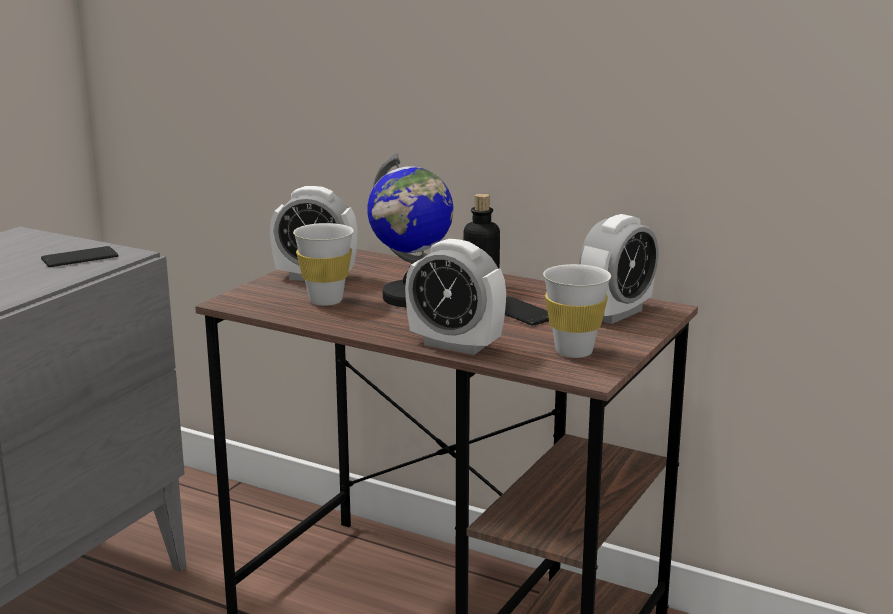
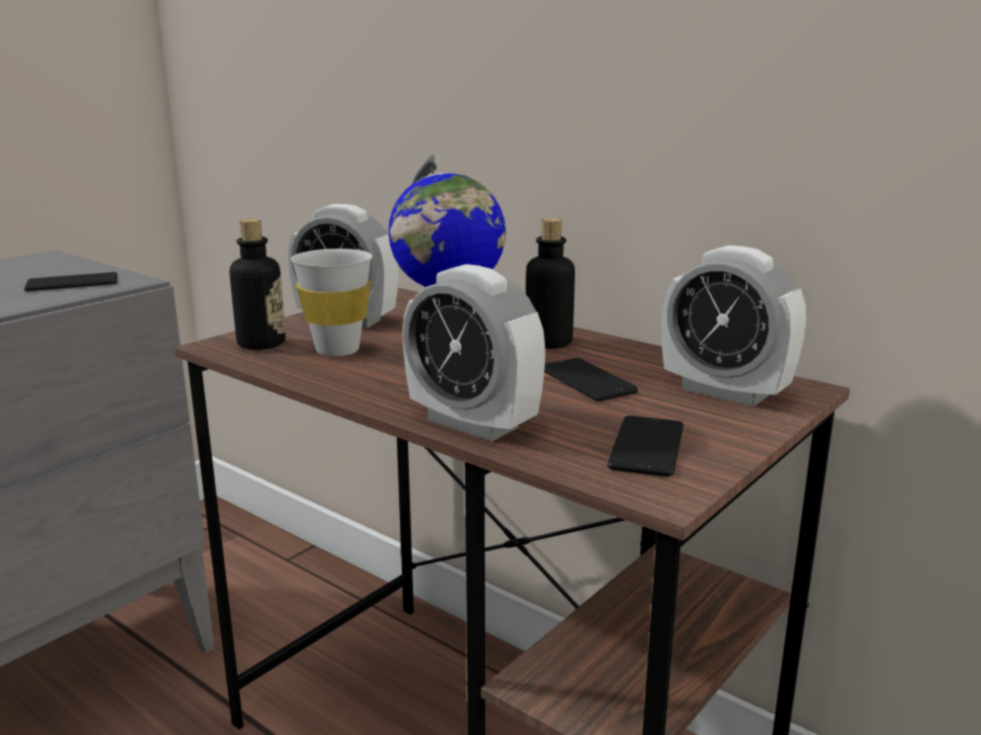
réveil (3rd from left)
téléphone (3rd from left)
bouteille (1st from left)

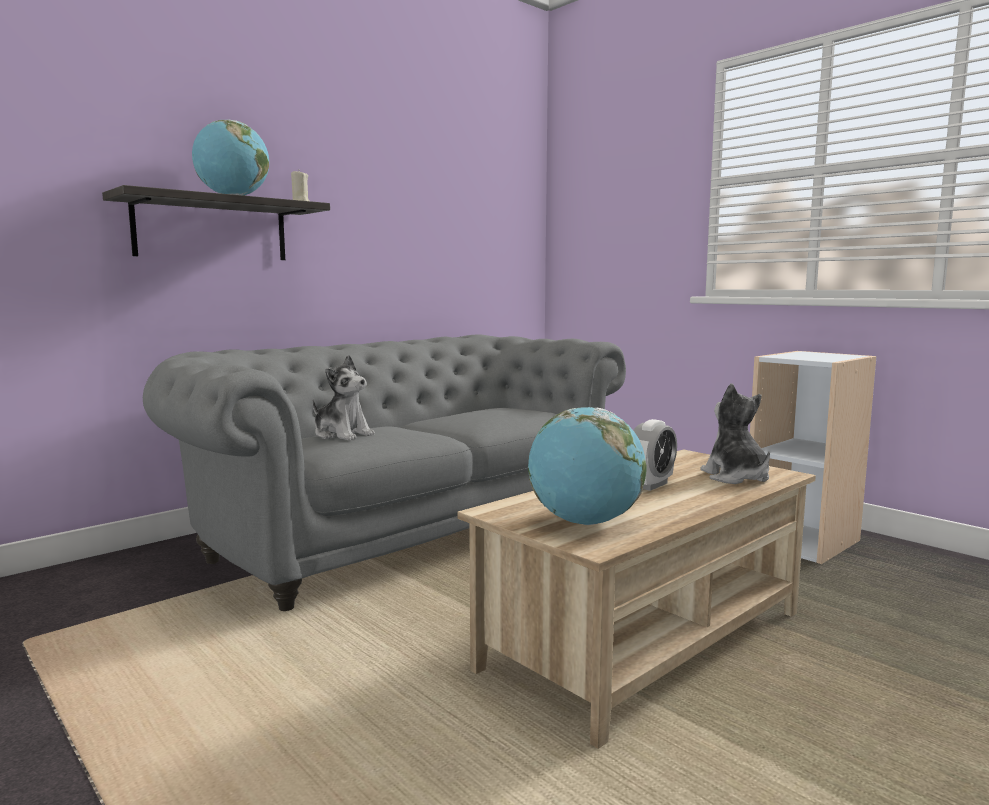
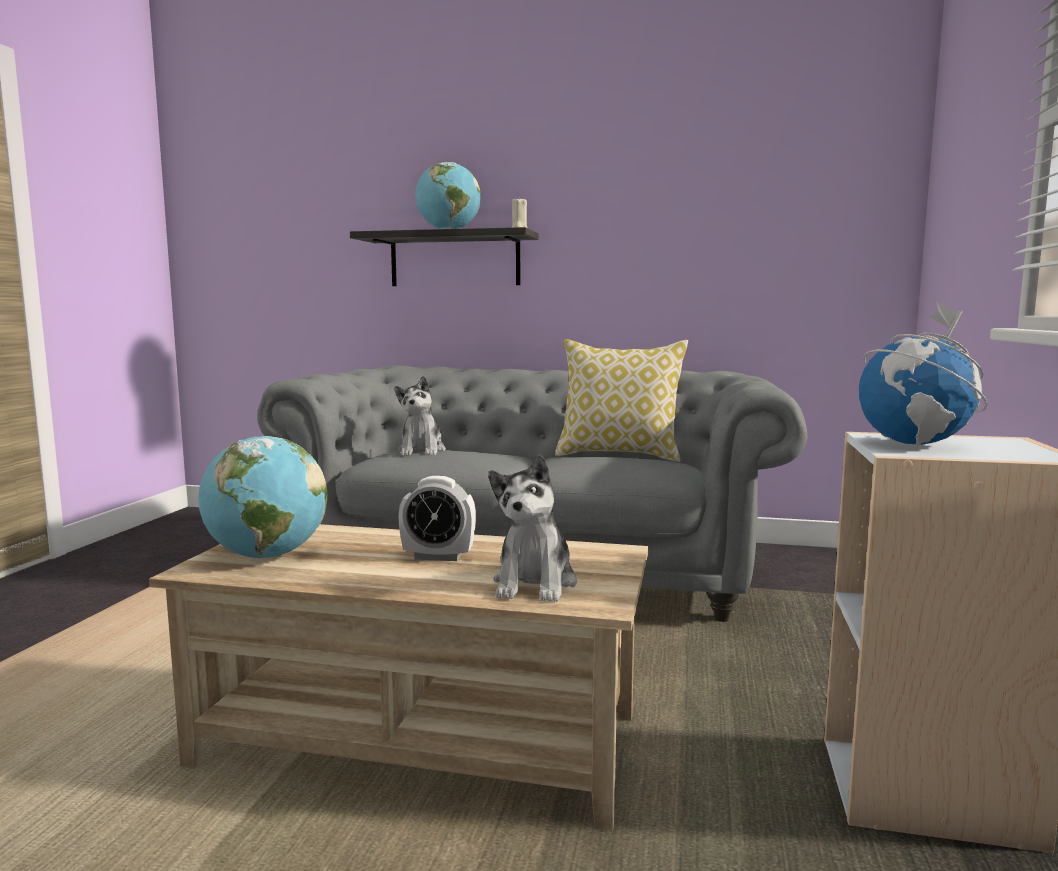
peluche (2nd from left)
globe (3rd from left)
coussin

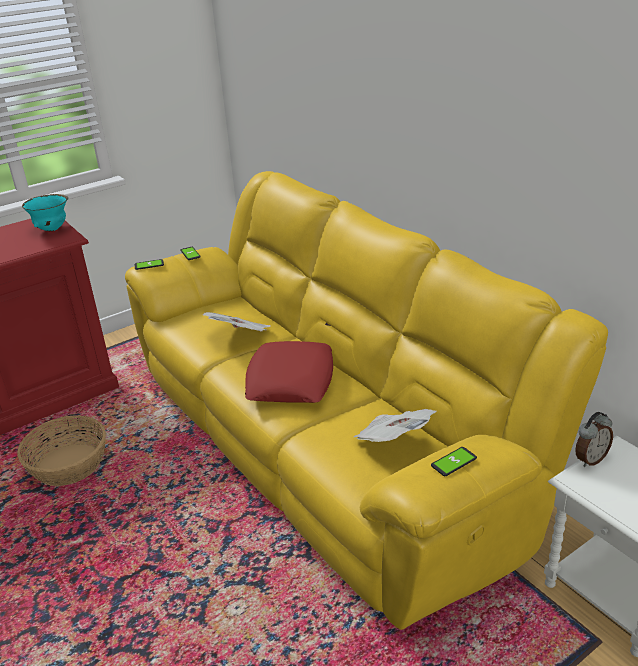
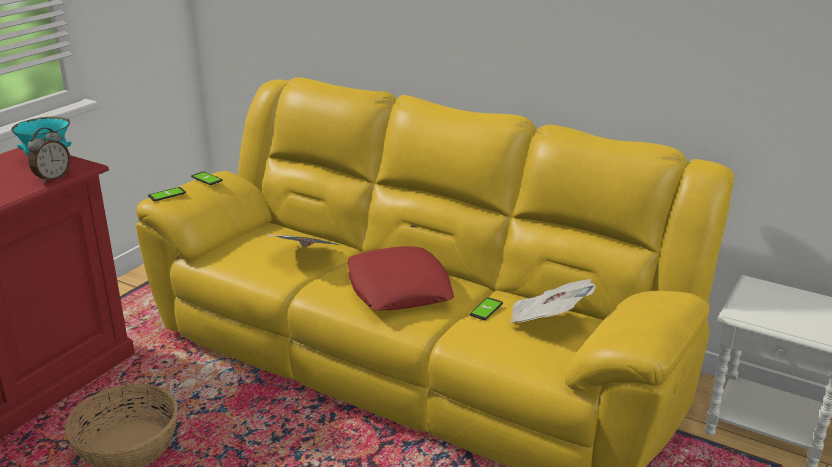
réveil
téléphone (3rd from left)

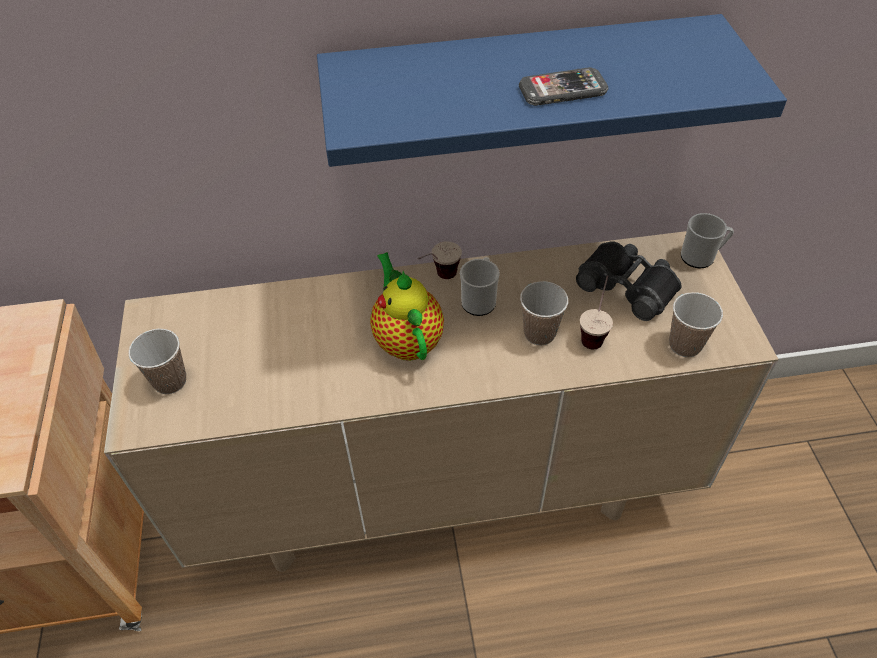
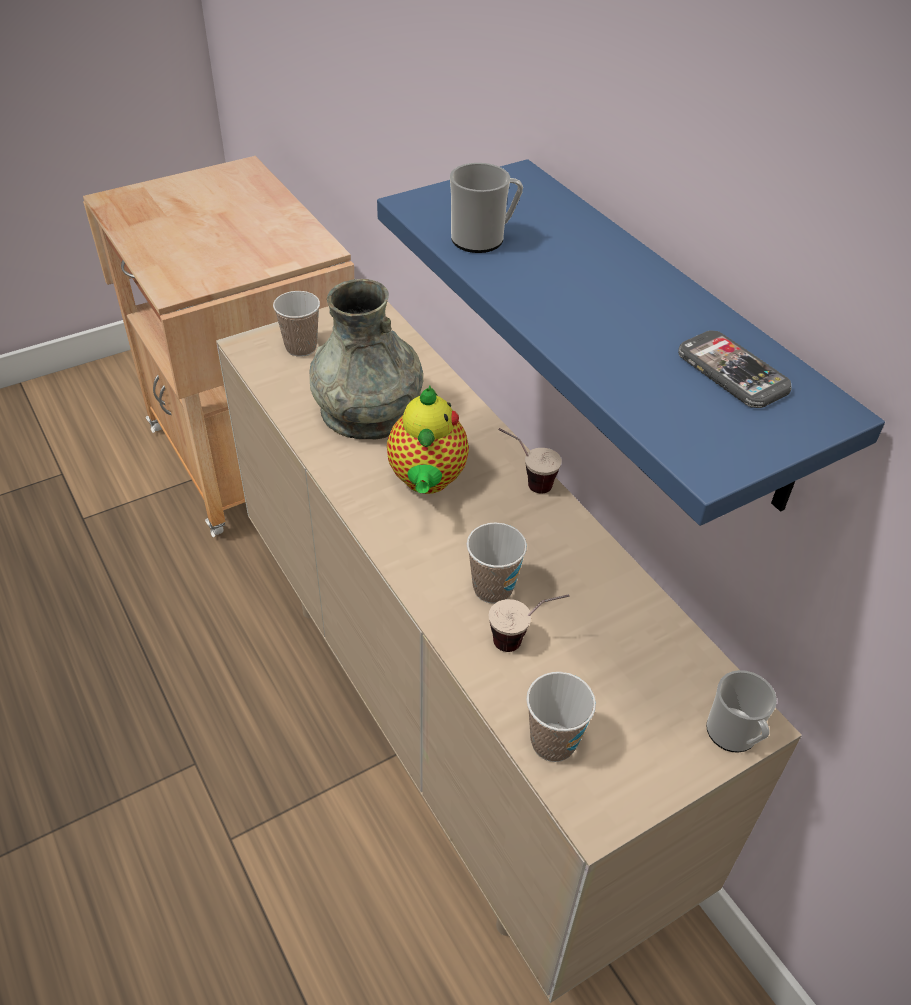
téléphone
jumelles [noir]
théière
mug (1st from left)
vase [gris]

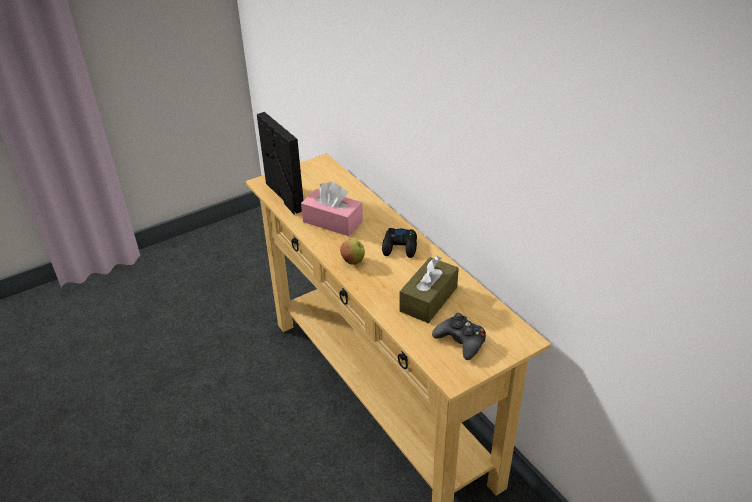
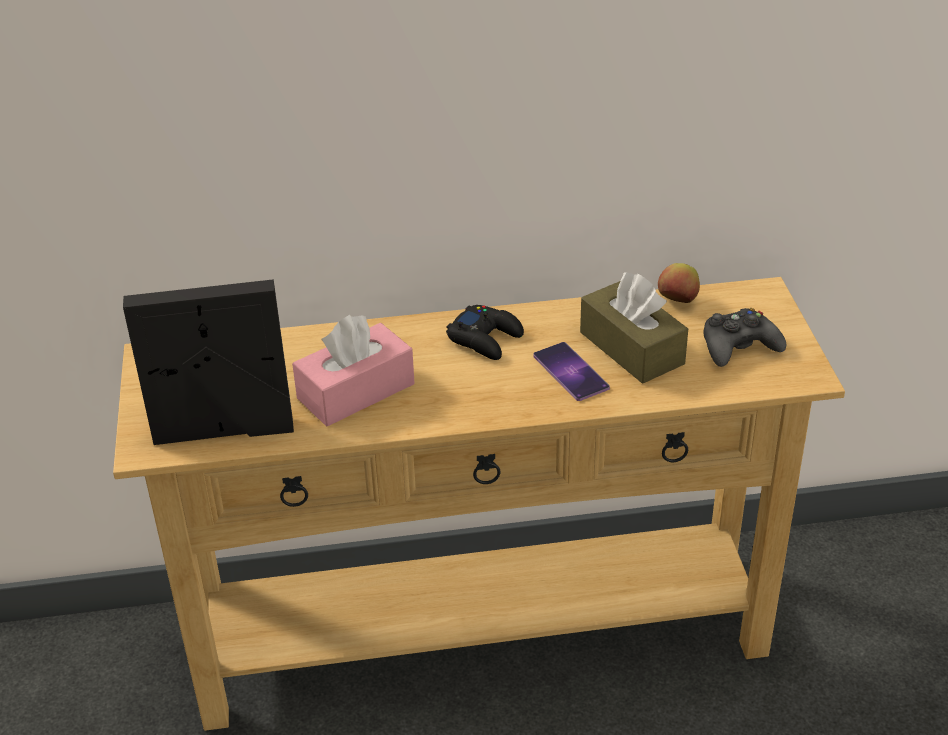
pomme
téléphone

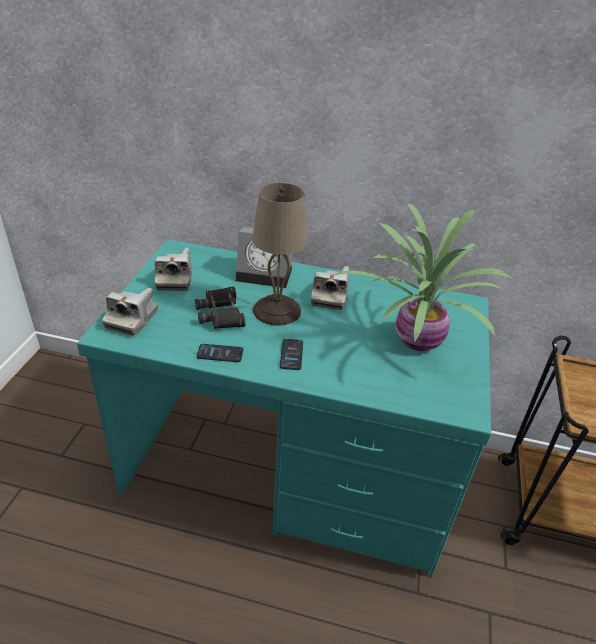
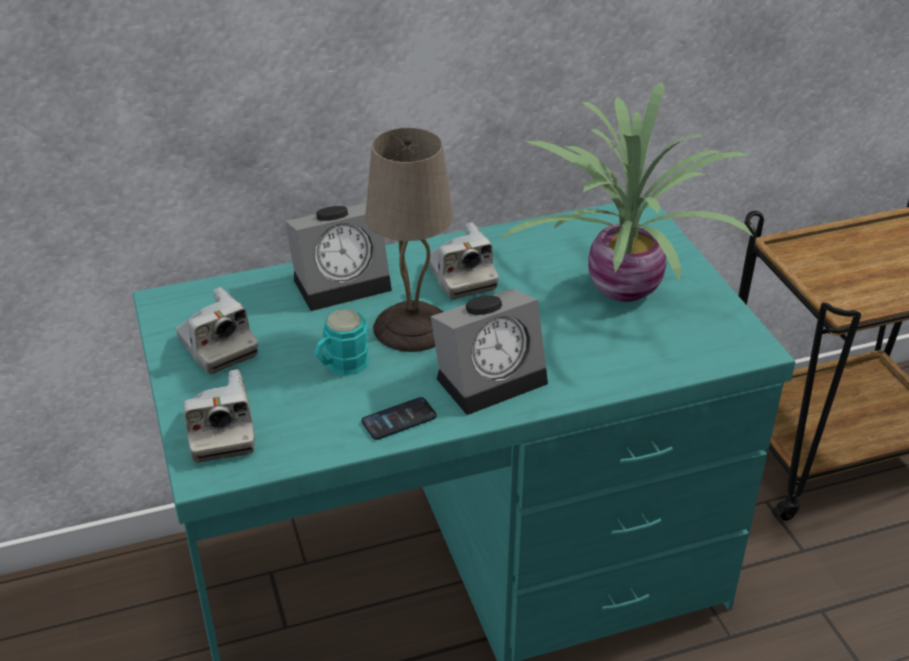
mug [turquoise]
réveil (2nd from left)

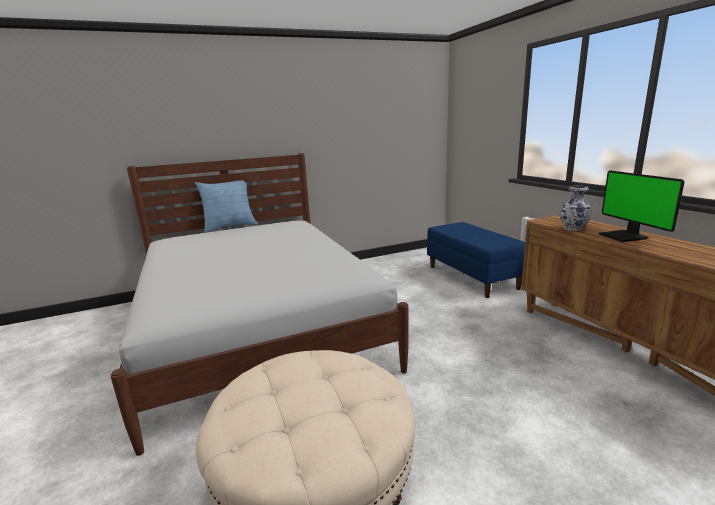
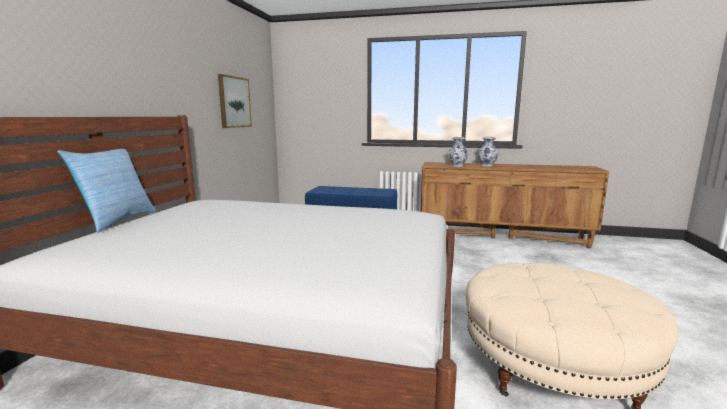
vase (2nd from left)
tableau

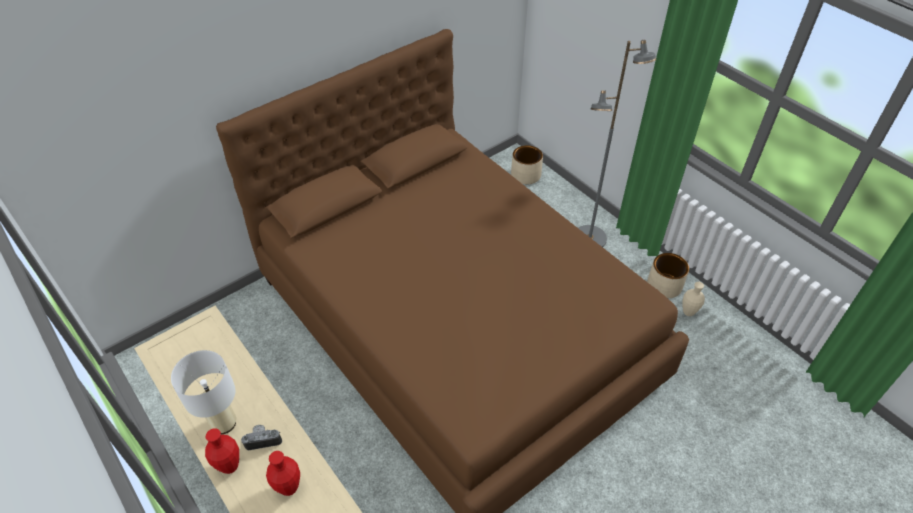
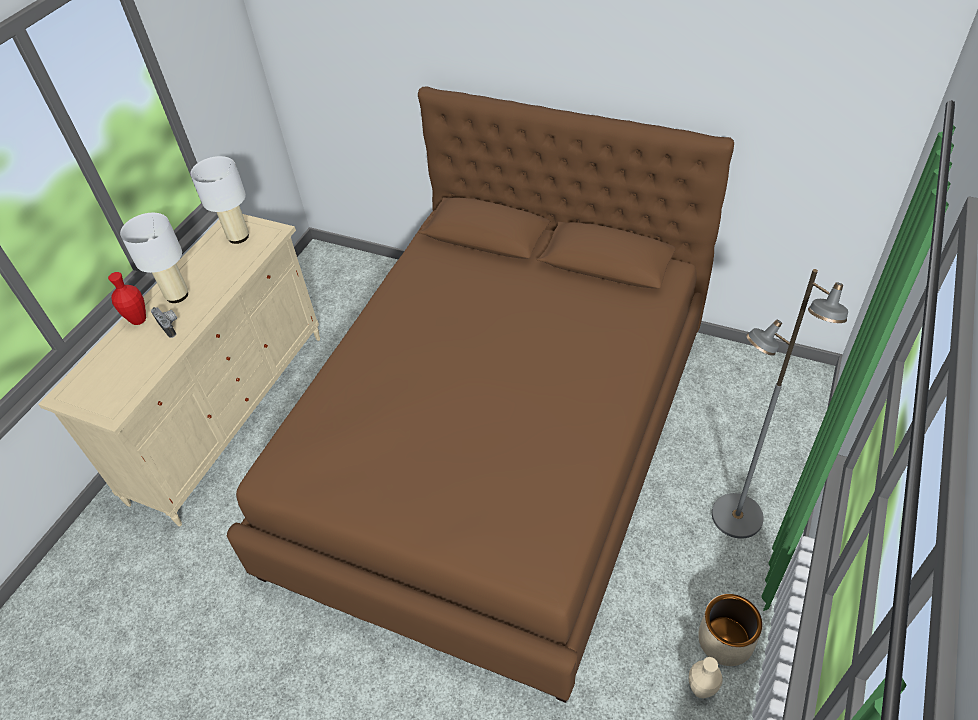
cache-pot [beige] (1st from left in the first image)
vase [rouge] (2nd from left in the first image)
lampe de table [blanc] (2nd from left)

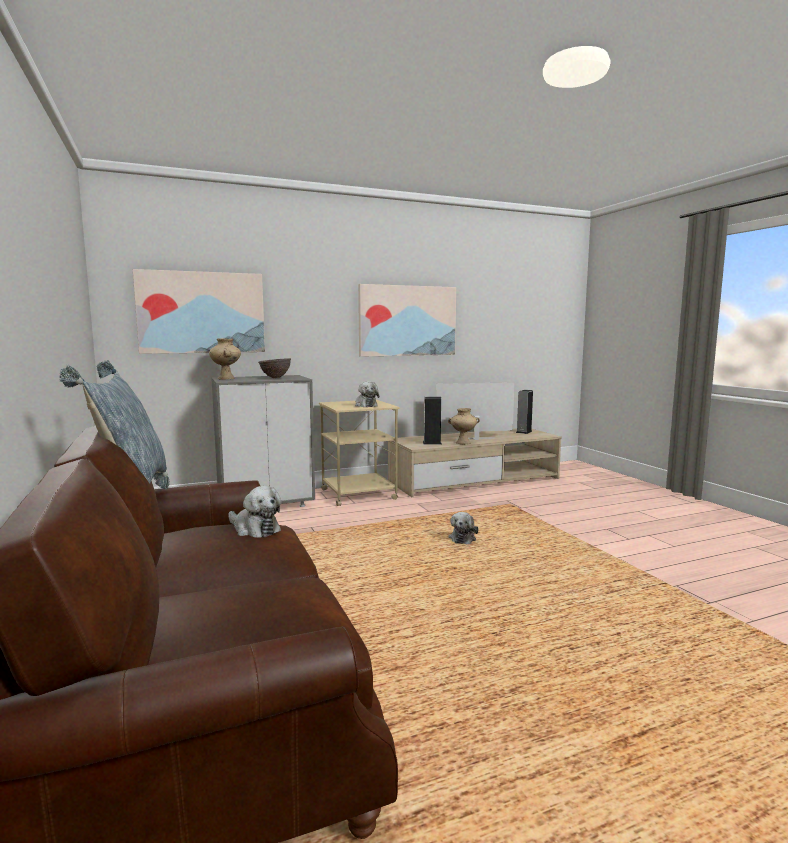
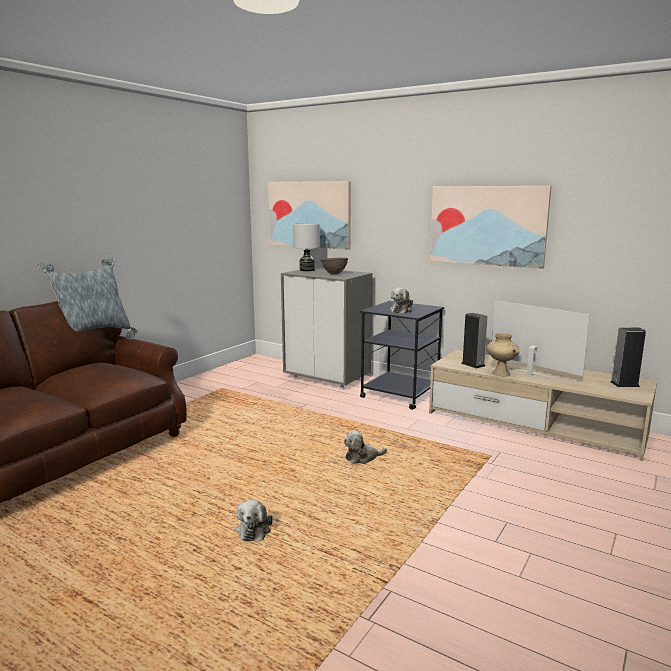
lampe de table [gris]
chariot [noir]
peluche (1st from left)

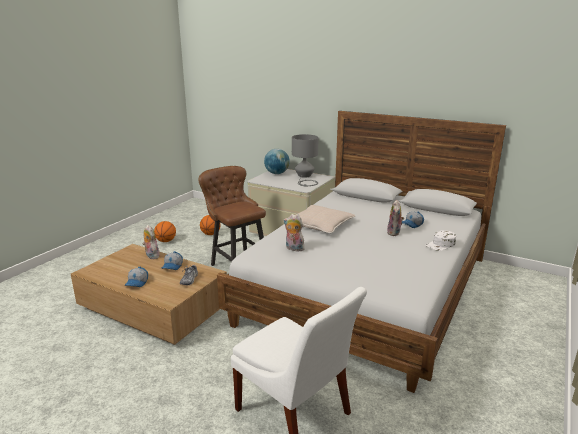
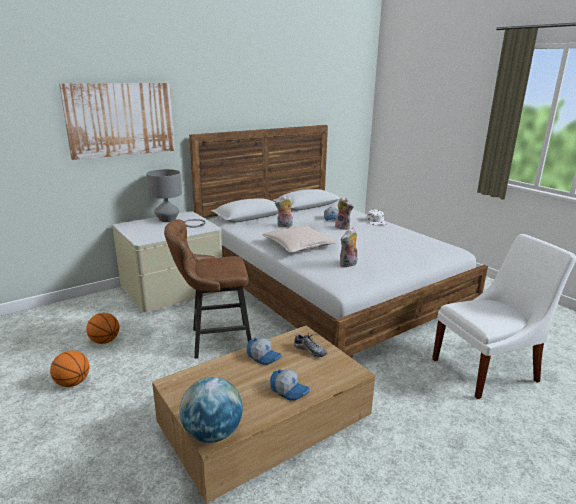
globe
peluche (1st from left)
tableau

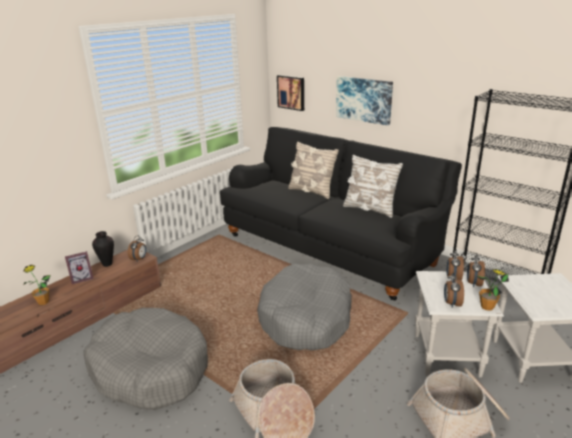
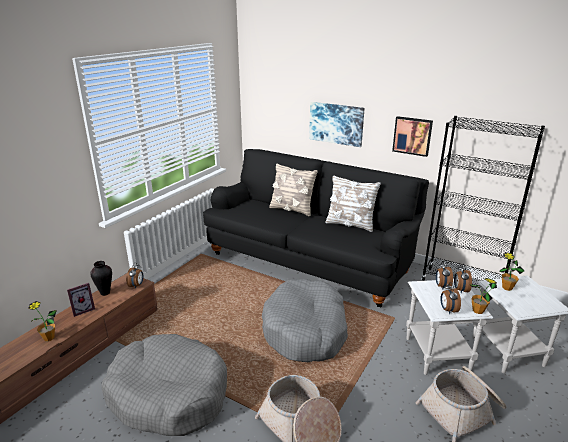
tableau (2nd from left)
plante en pot (3rd from left)

